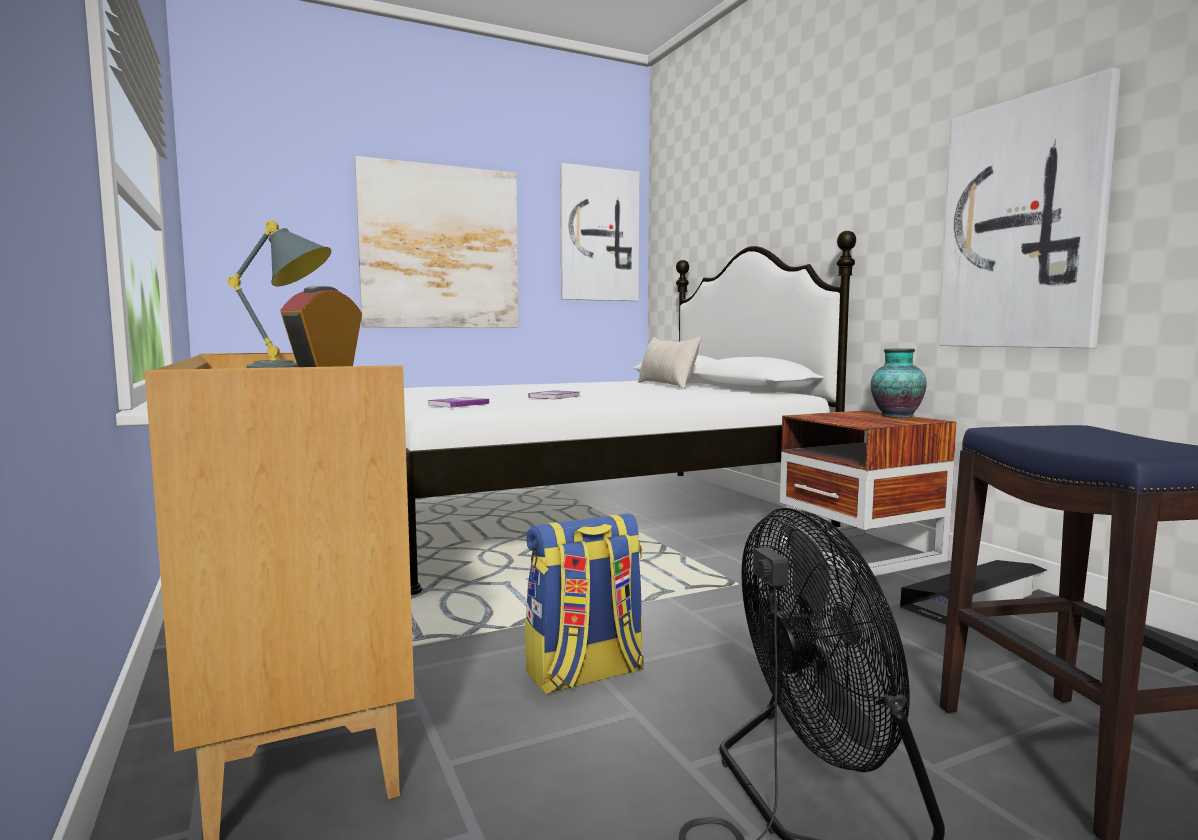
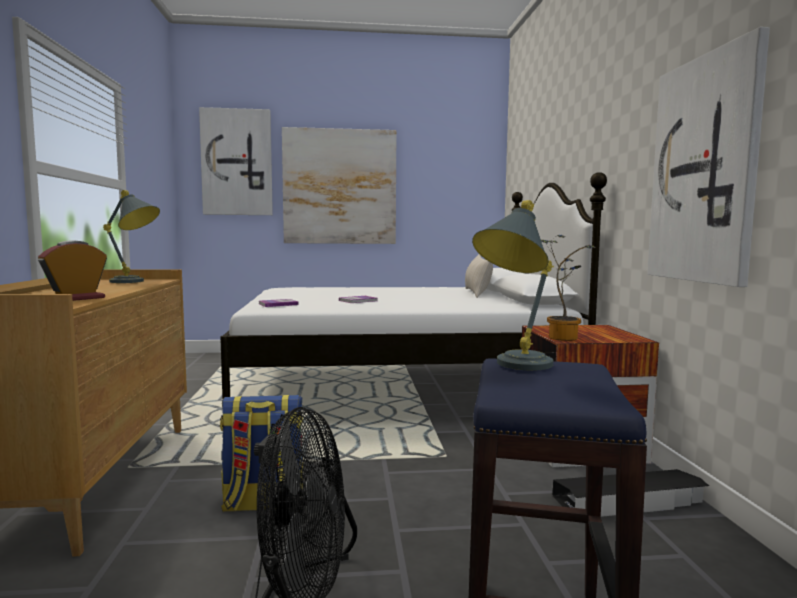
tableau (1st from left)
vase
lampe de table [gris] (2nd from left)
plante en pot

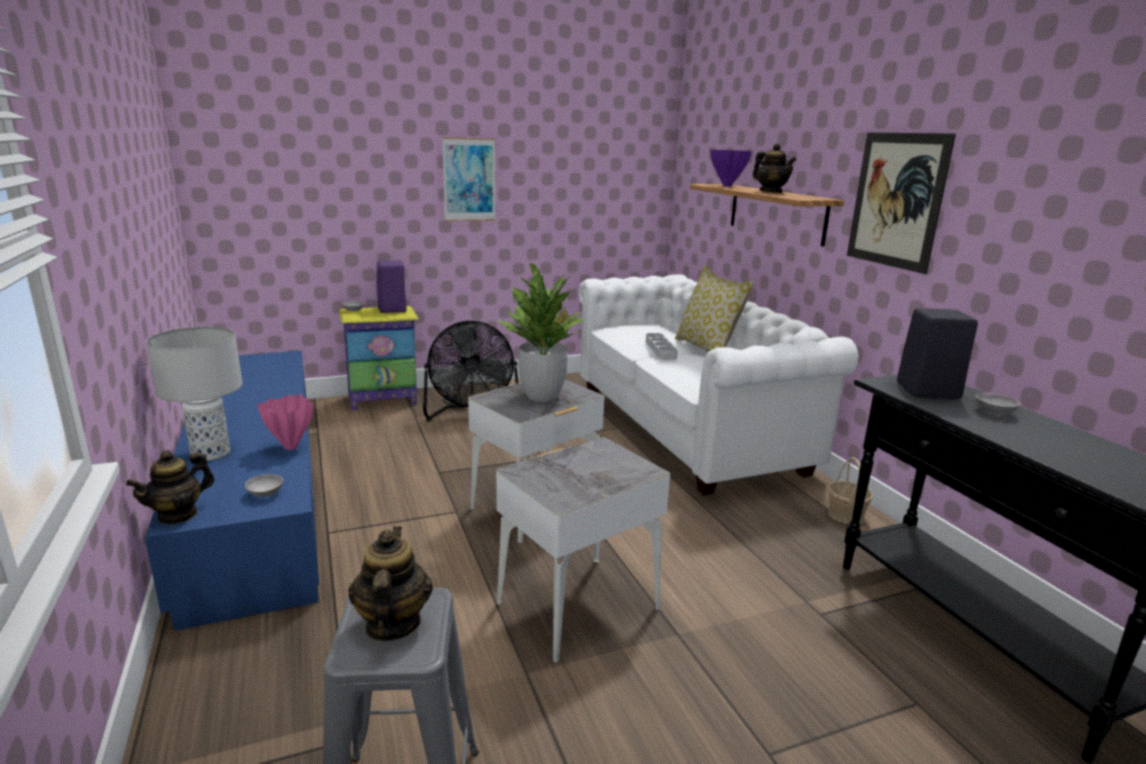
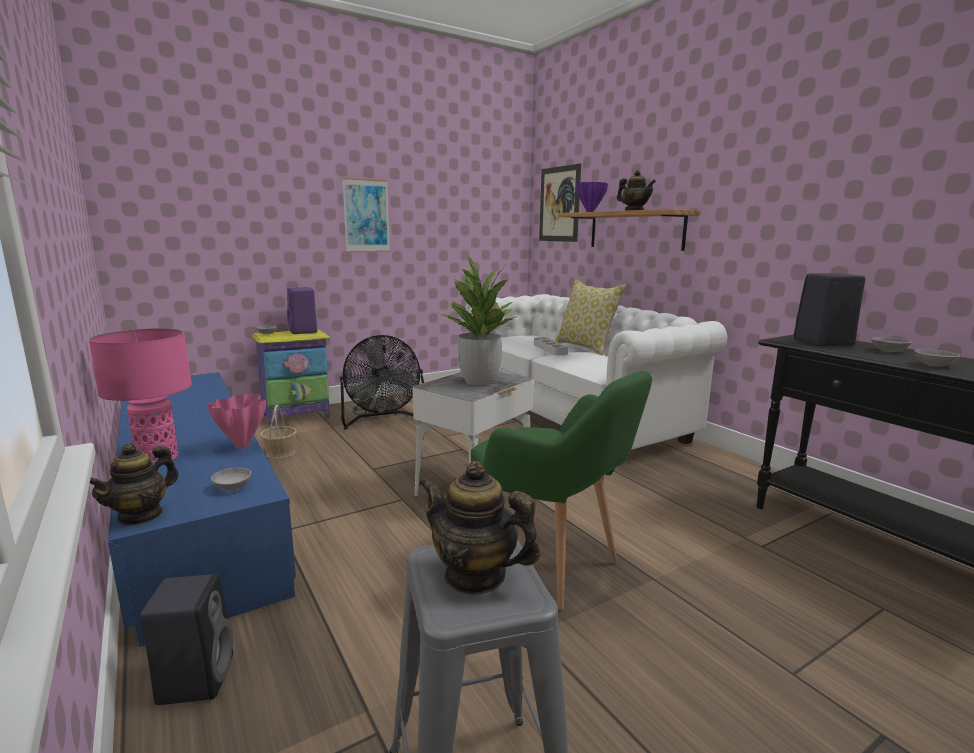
tableau (2nd from left)
lampe de table [rose]
fauteuil [vert]
panier
théière (2nd from left)
bol [gris] (4th from left)
enceinte [noir] (1st from left)

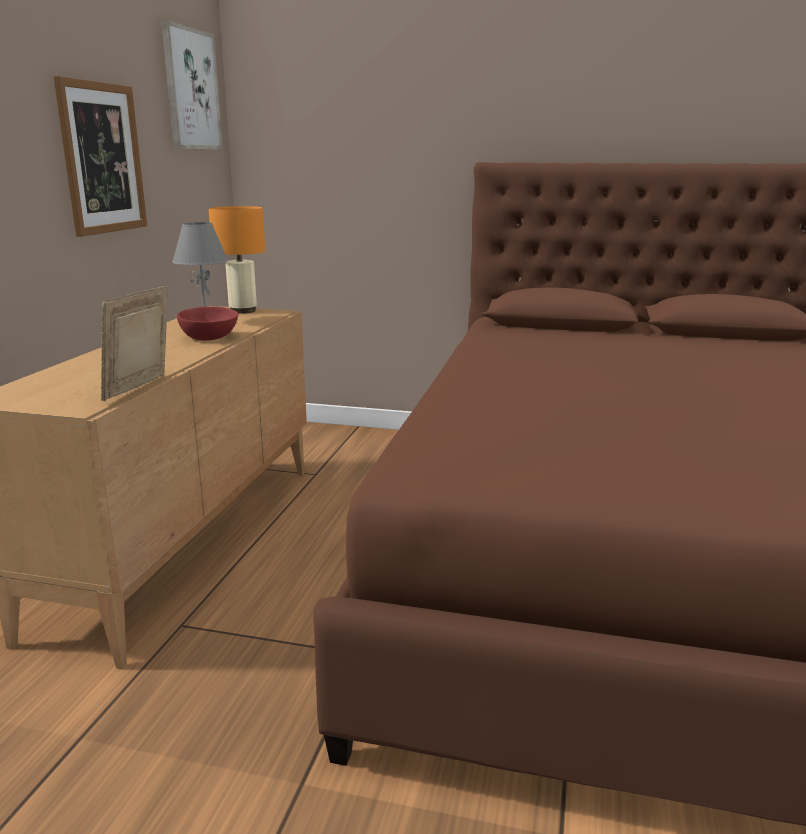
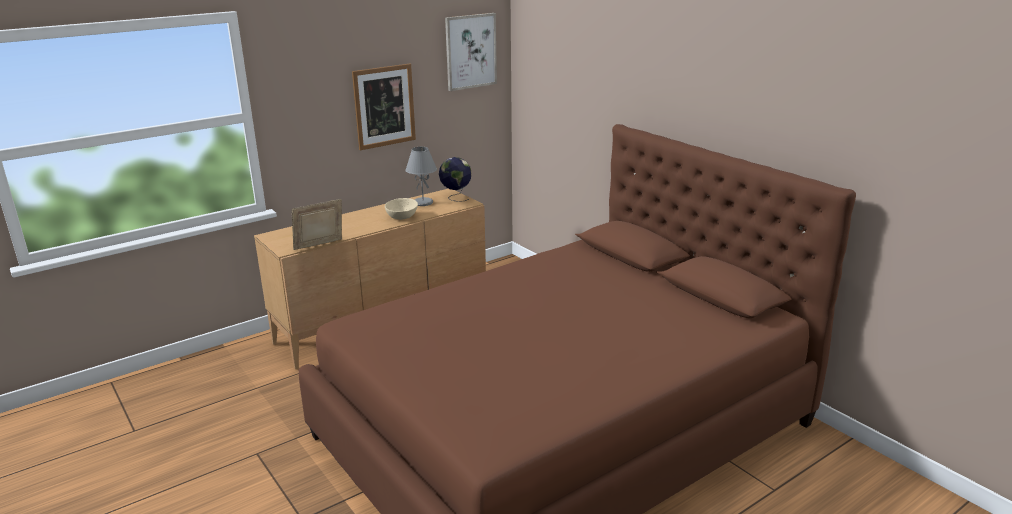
globe
bol [beige]

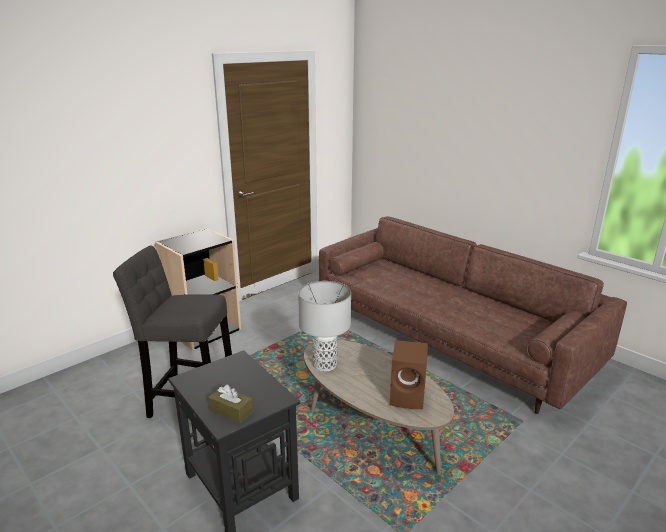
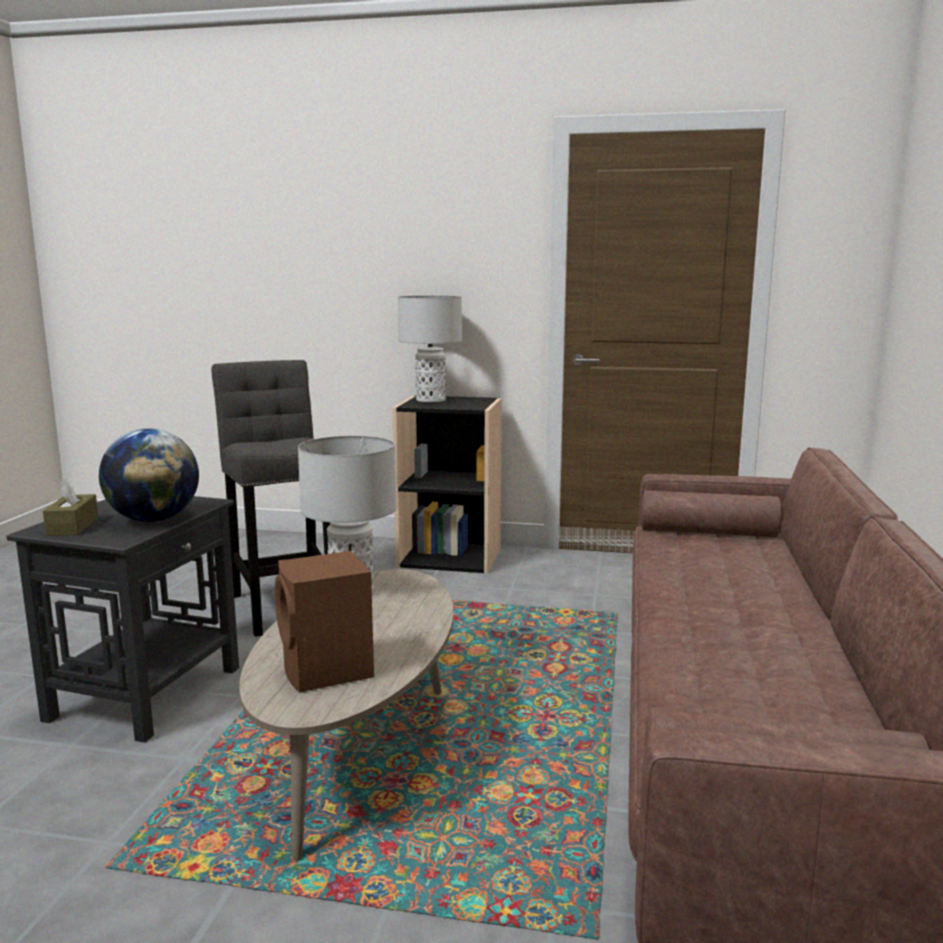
lampe de table [blanc] (2nd from left)
globe

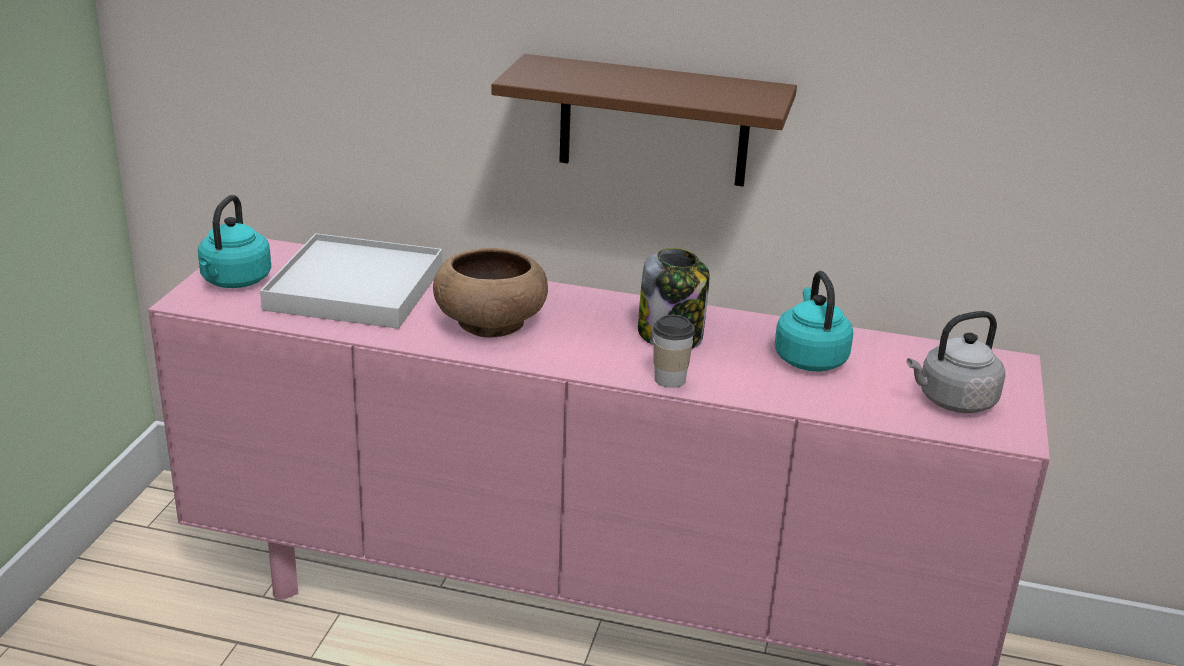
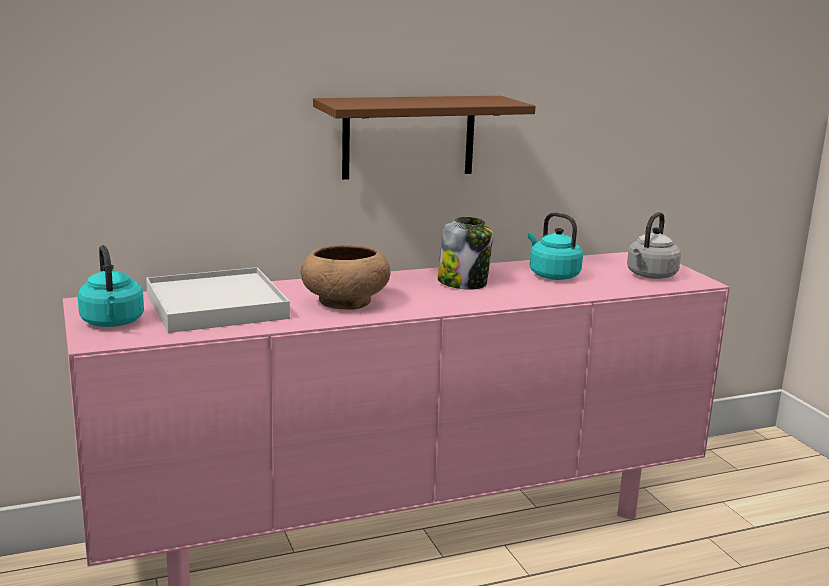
tasse

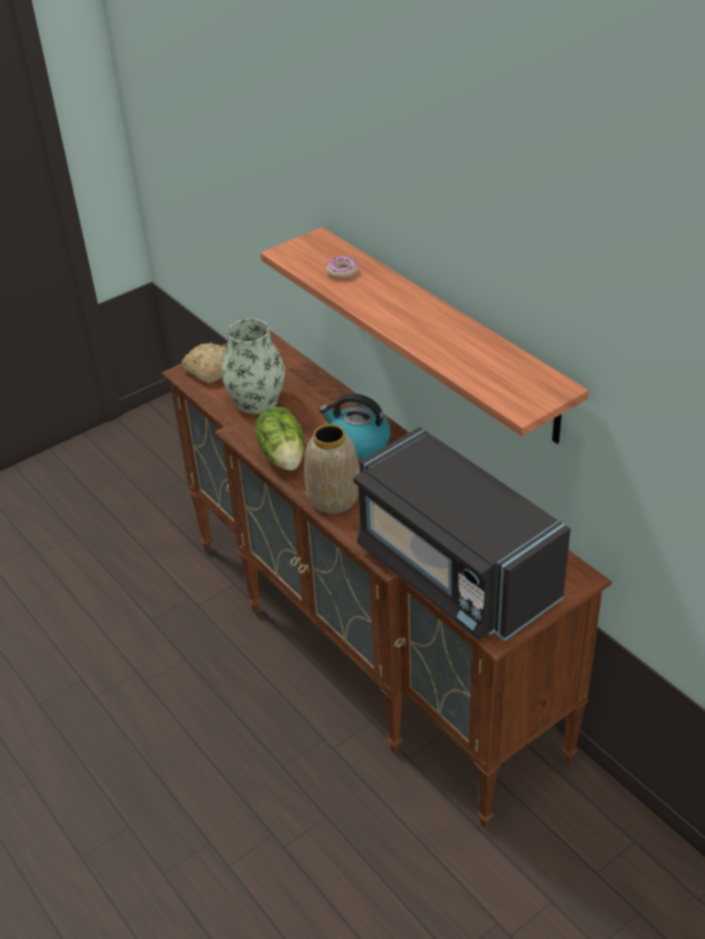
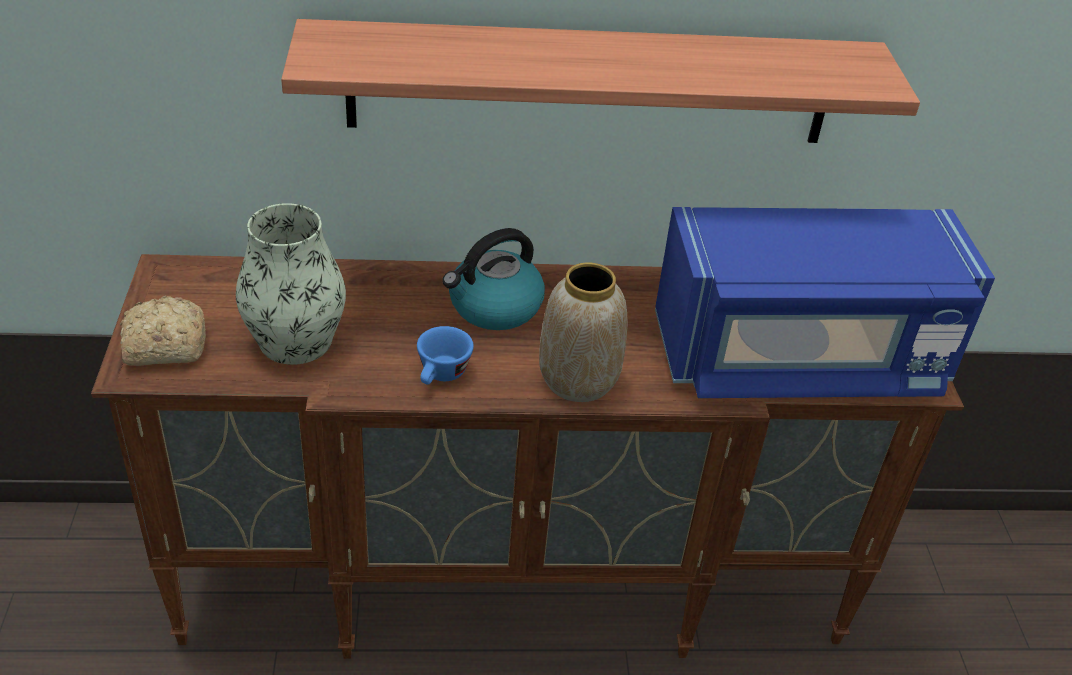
beignet
tasse [bleu]
micro-ondes [bleu]

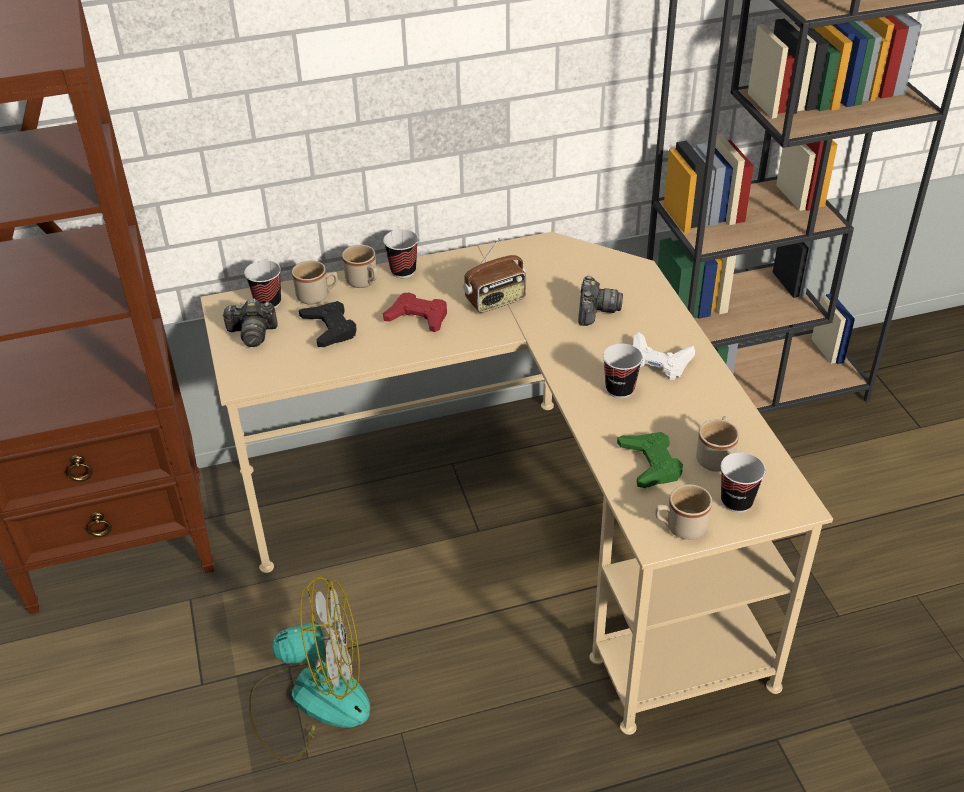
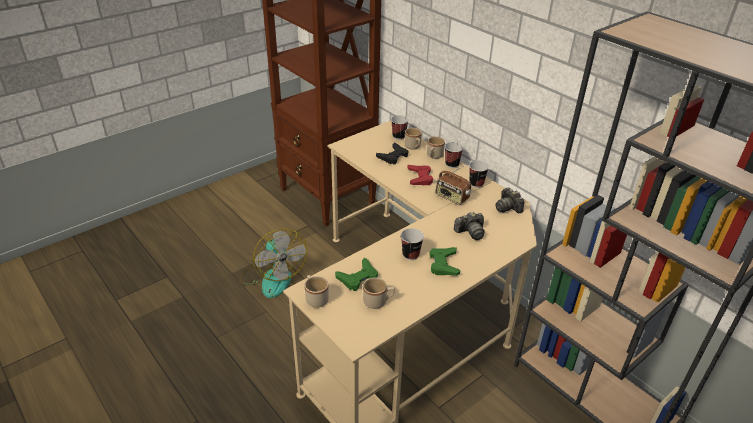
appareil photo (2nd from left)
manette [vert] (2nd from left)
tasse (4th from left)

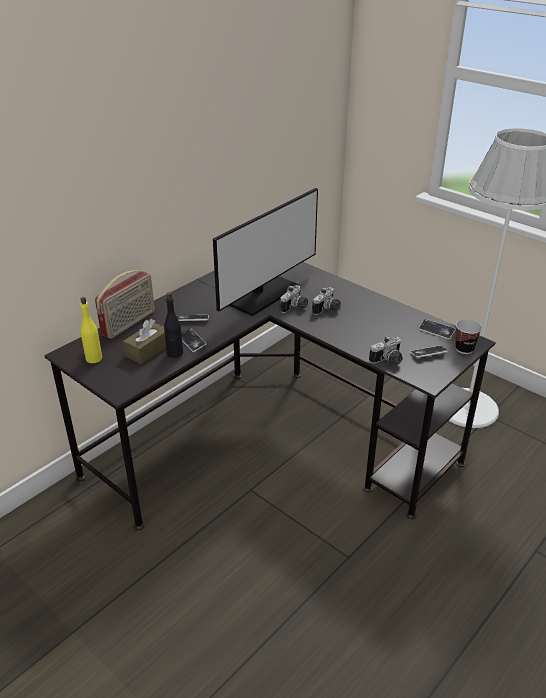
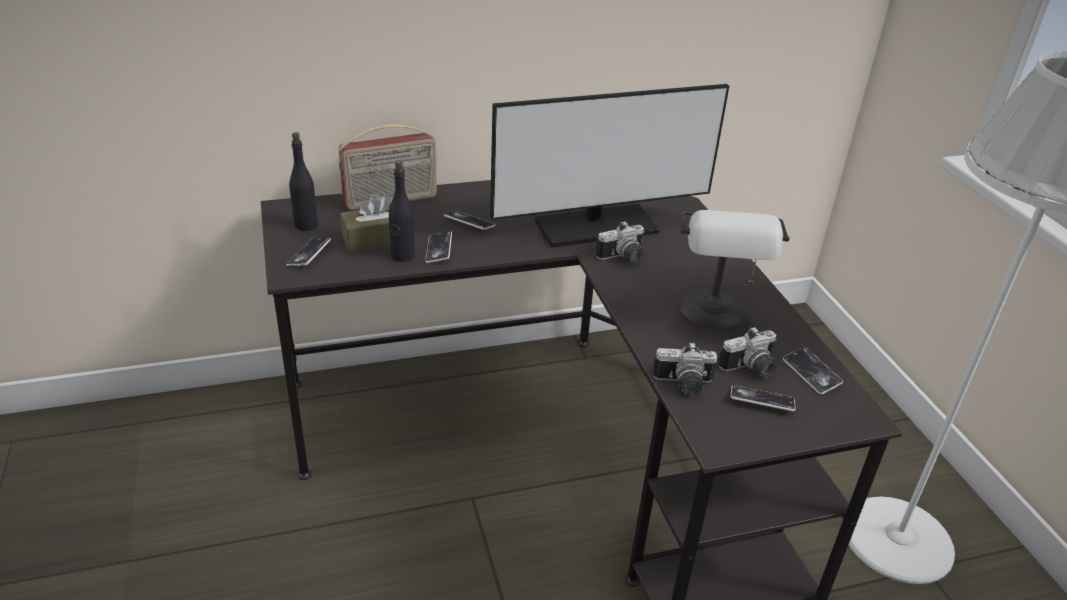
appareil photo (3rd from left)
bouteille [noir] (1st from left)
tasse
lampe de table
téléphone (1st from left)

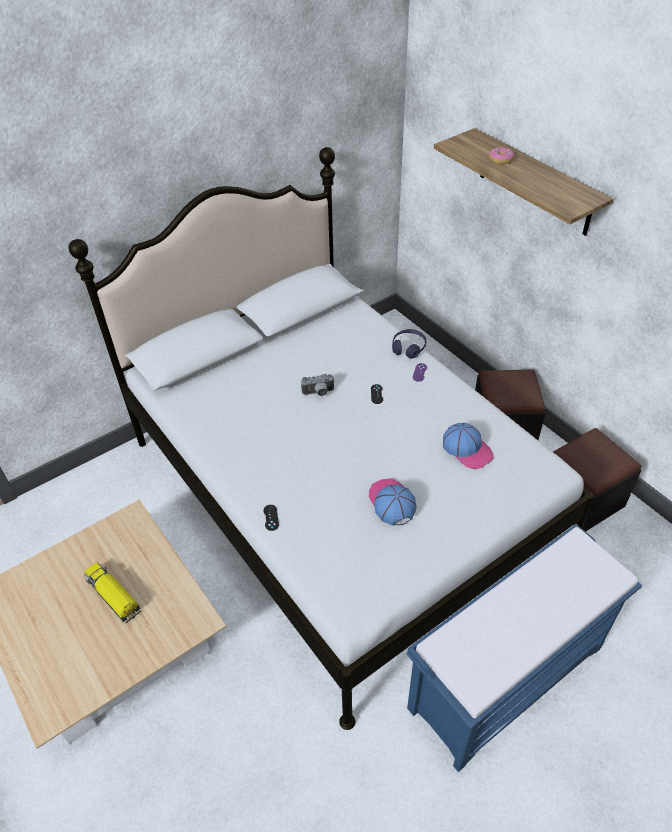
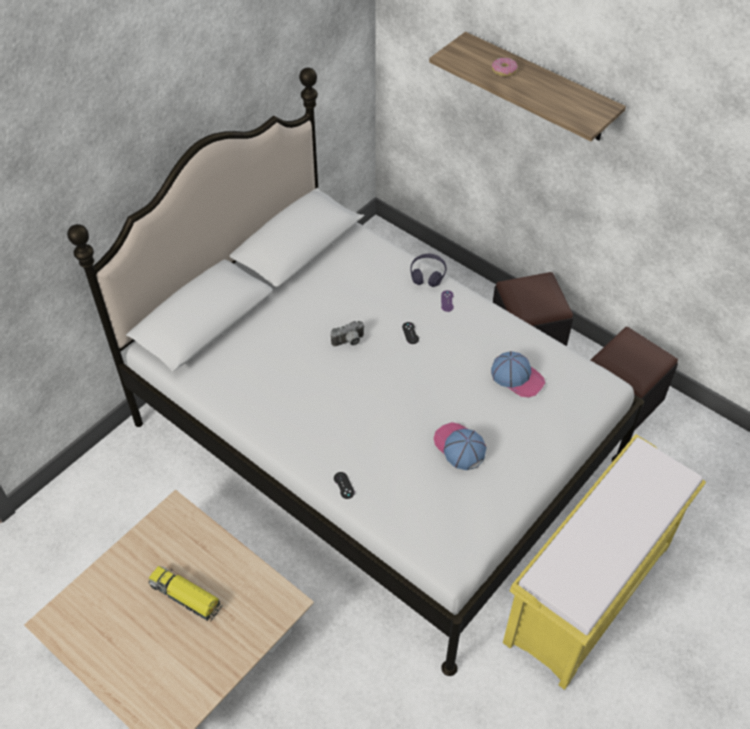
banc [jaune]

